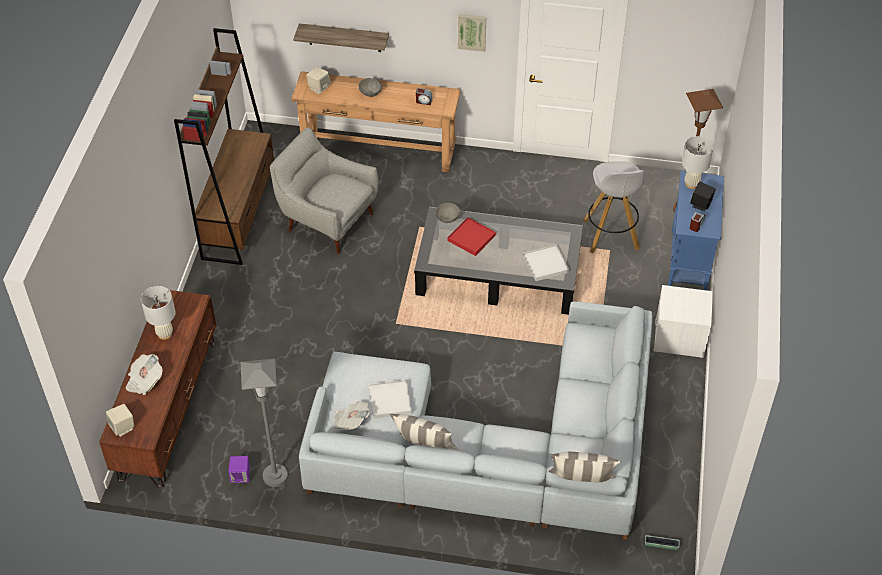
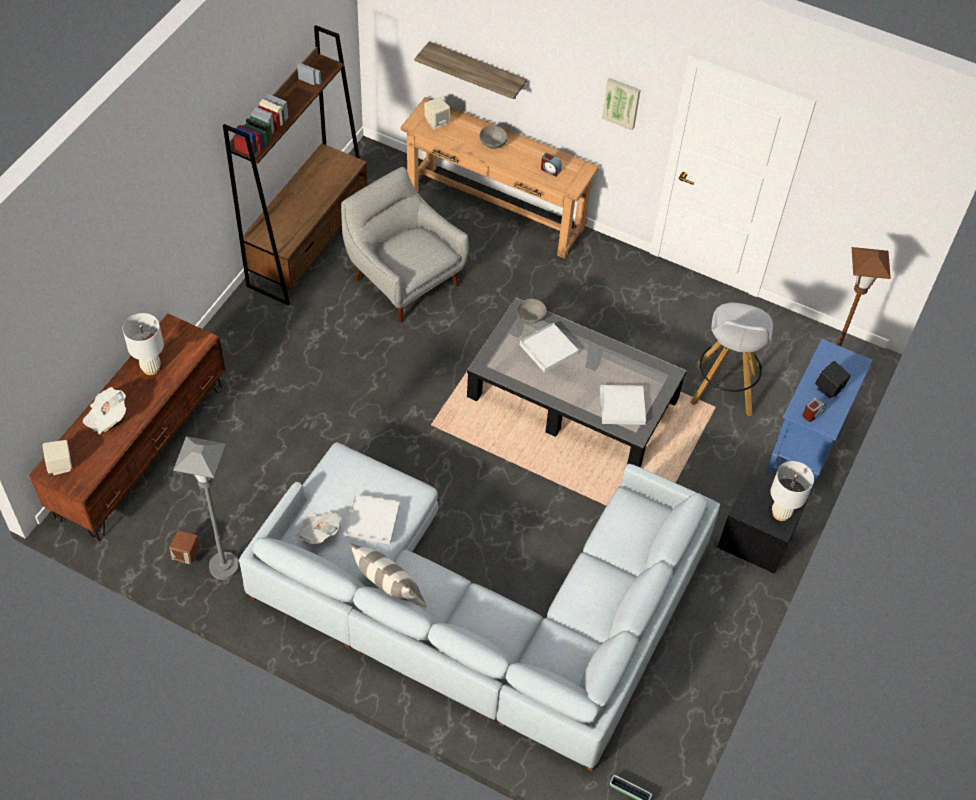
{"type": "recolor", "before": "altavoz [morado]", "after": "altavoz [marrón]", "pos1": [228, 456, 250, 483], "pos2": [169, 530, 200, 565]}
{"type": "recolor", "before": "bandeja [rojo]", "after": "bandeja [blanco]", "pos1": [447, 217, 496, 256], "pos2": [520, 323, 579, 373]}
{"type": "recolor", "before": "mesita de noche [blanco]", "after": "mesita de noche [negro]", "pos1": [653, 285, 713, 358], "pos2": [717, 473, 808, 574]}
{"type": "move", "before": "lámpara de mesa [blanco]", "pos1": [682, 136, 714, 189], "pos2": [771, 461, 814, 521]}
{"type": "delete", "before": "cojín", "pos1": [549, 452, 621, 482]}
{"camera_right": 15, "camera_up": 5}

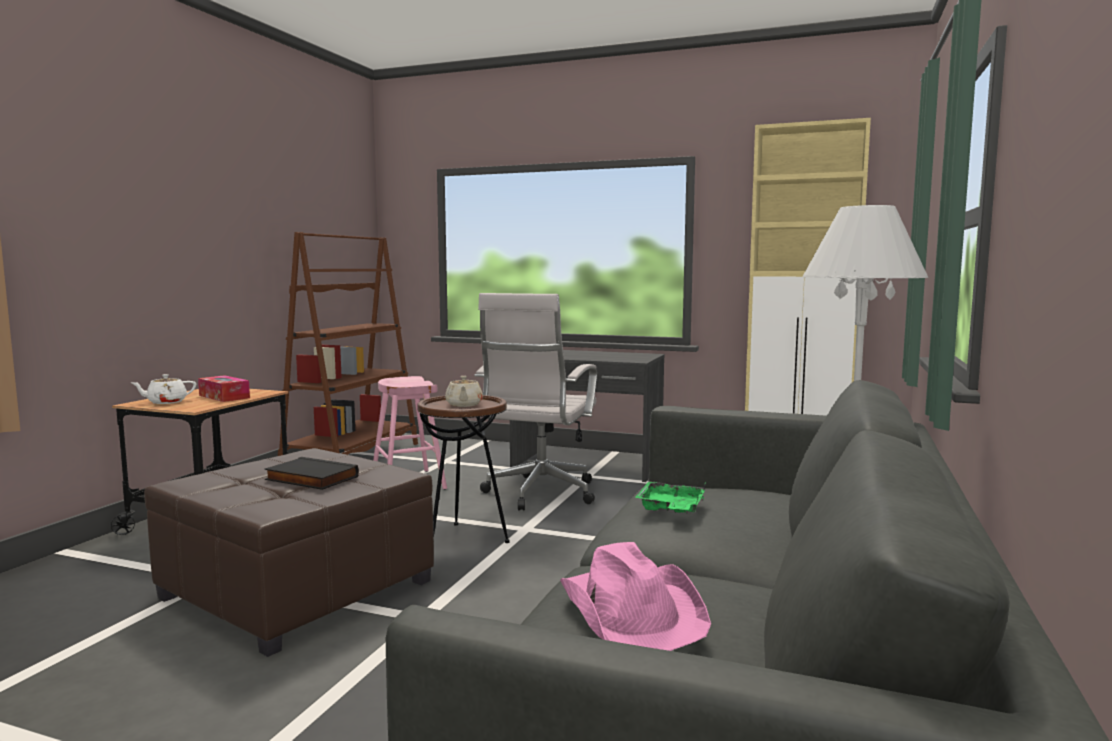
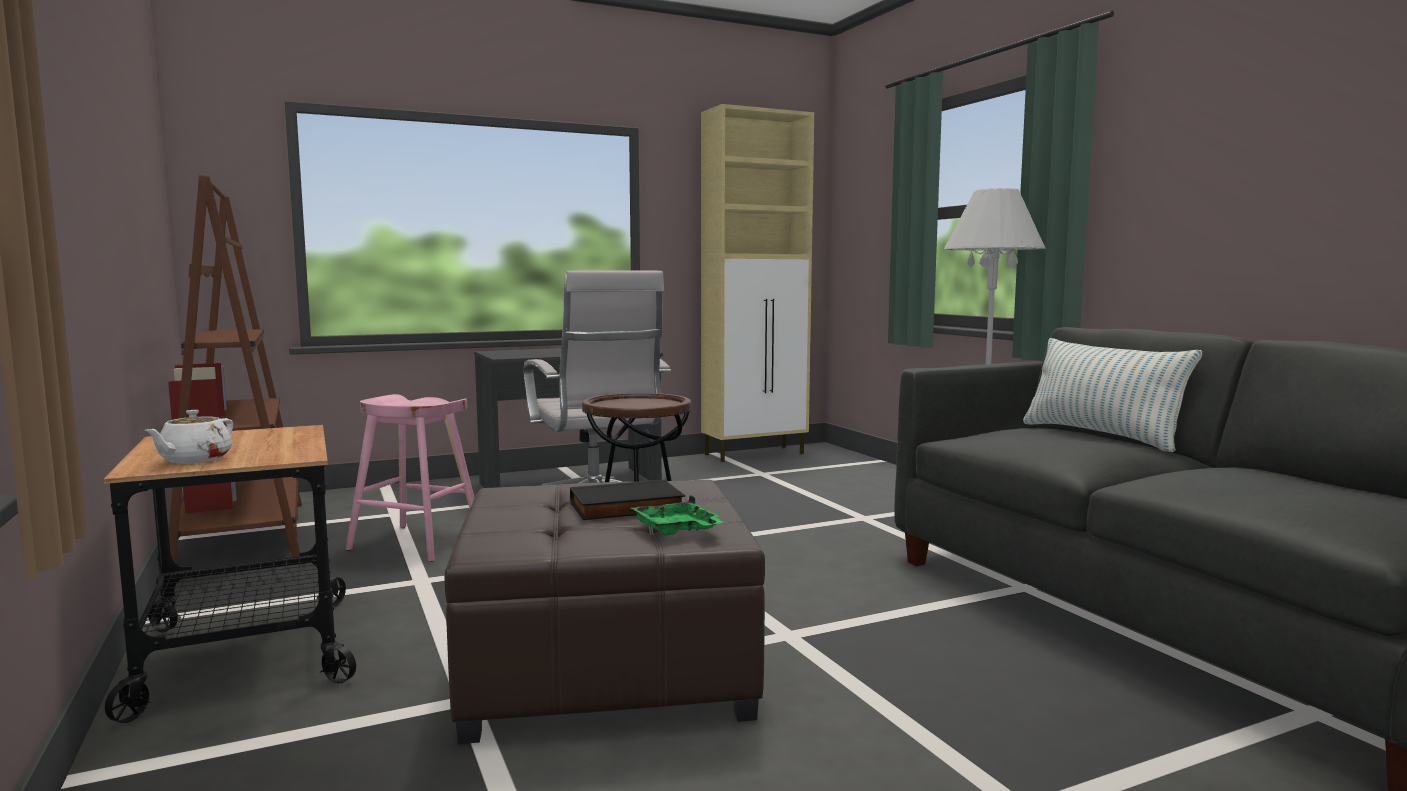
{"type": "move", "before": "bandeja [verde]", "pos1": [635, 481, 706, 513], "pos2": [631, 495, 724, 536]}
{"type": "insert", "after": "cojín", "pos2": [1023, 338, 1202, 452]}
{"type": "delete", "before": "caja de pañuelos", "pos1": [198, 375, 250, 402]}
{"type": "delete", "before": "tetera [beis]", "pos1": [445, 376, 483, 407]}
{"type": "delete", "before": "sombrero [rosa]", "pos1": [560, 542, 711, 651]}
{"camera_right": -45, "camera_up": 0}

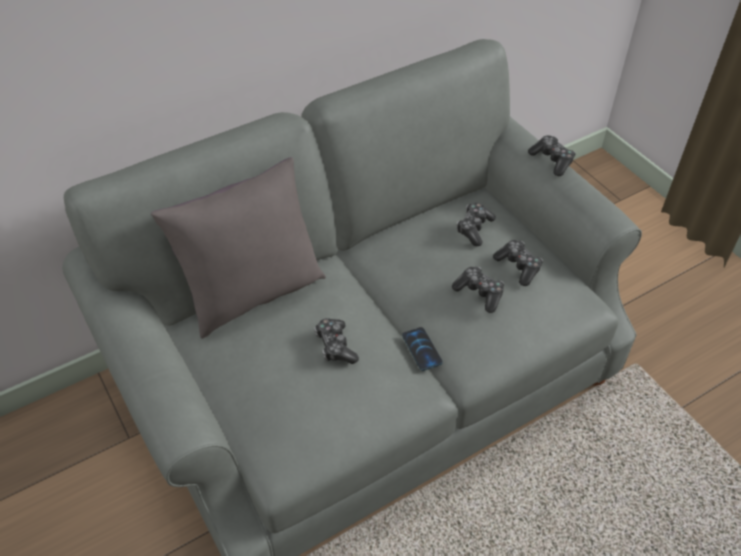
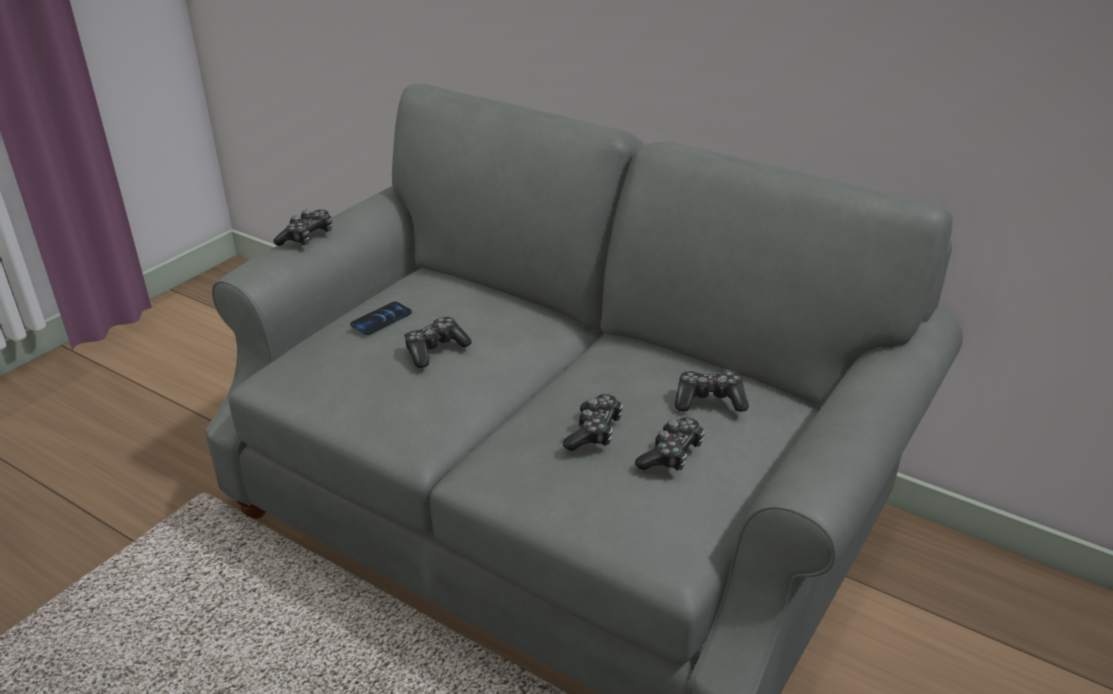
{"type": "move", "before": "mando de consola", "pos1": [528, 135, 576, 176], "pos2": [273, 210, 332, 246]}
{"type": "move", "before": "móvil", "pos1": [402, 327, 442, 371], "pos2": [350, 302, 412, 335]}
{"type": "delete", "before": "cojín [gris]", "pos1": [151, 157, 326, 338]}
{"camera_right": 65, "camera_up": -15}

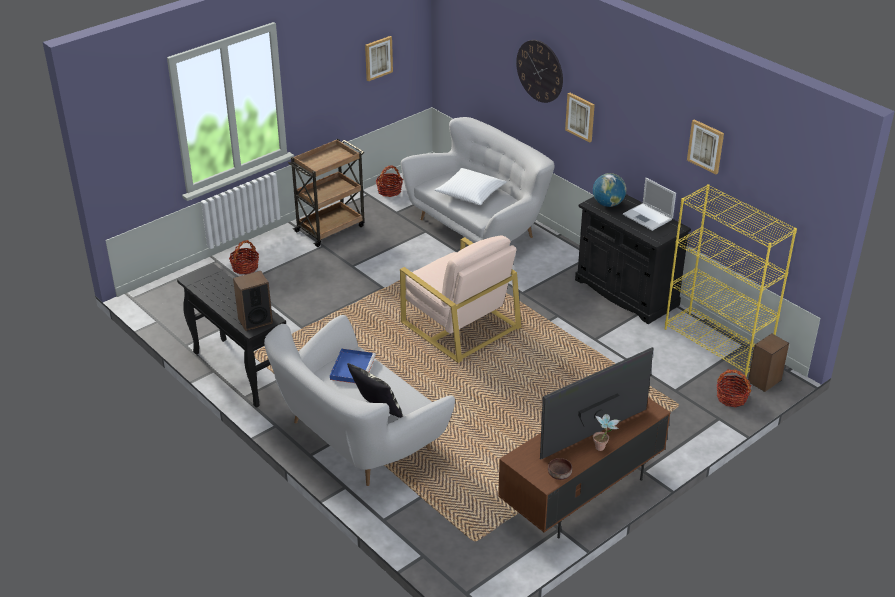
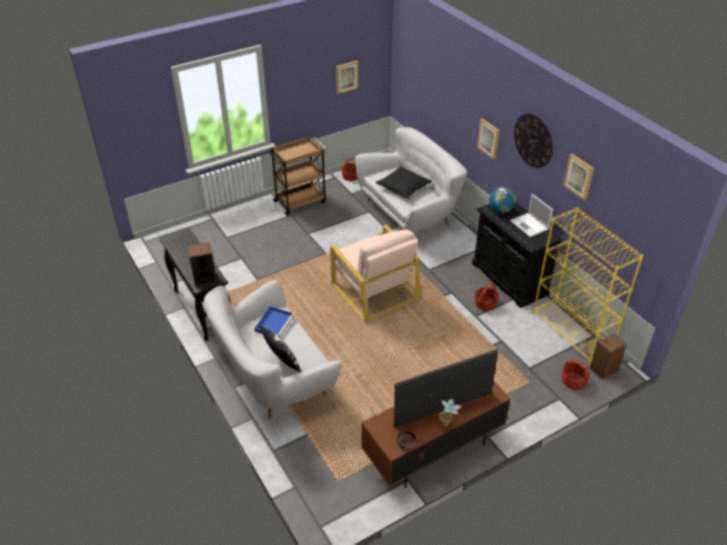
{"type": "recolor", "before": "cojín [blanco]", "after": "cojín [negro]", "pos1": [434, 168, 507, 205], "pos2": [375, 166, 432, 198]}
{"type": "move", "before": "cesta", "pos1": [229, 240, 259, 274], "pos2": [475, 283, 499, 311]}
{"type": "move", "before": "reloj de pared", "pos1": [516, 40, 563, 103], "pos2": [514, 113, 553, 168]}
{"camera_right": 10, "camera_up": 5}

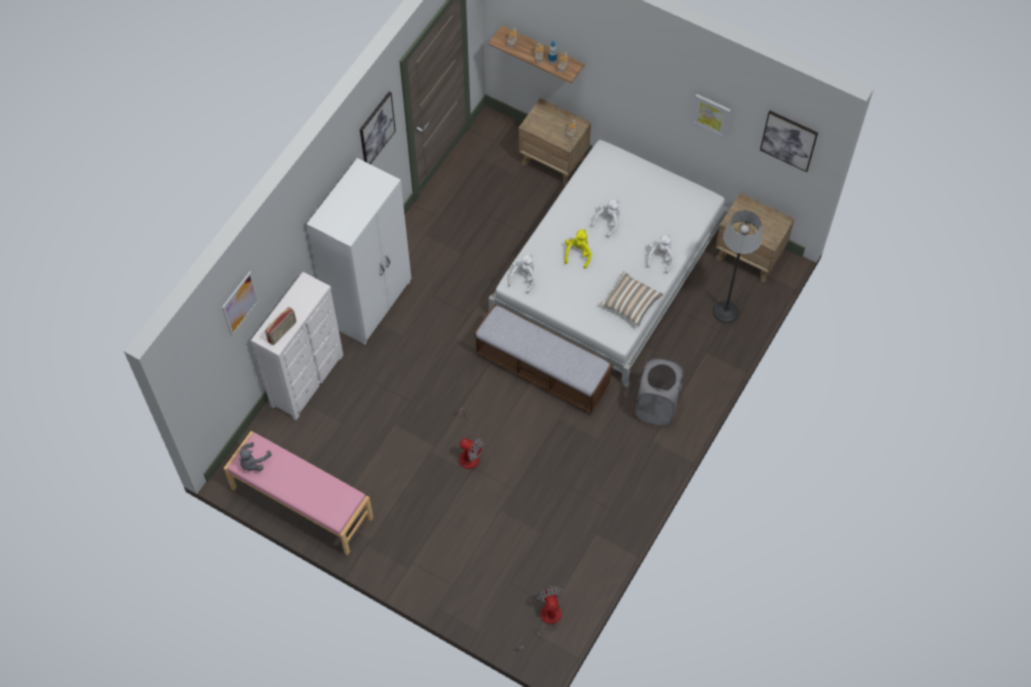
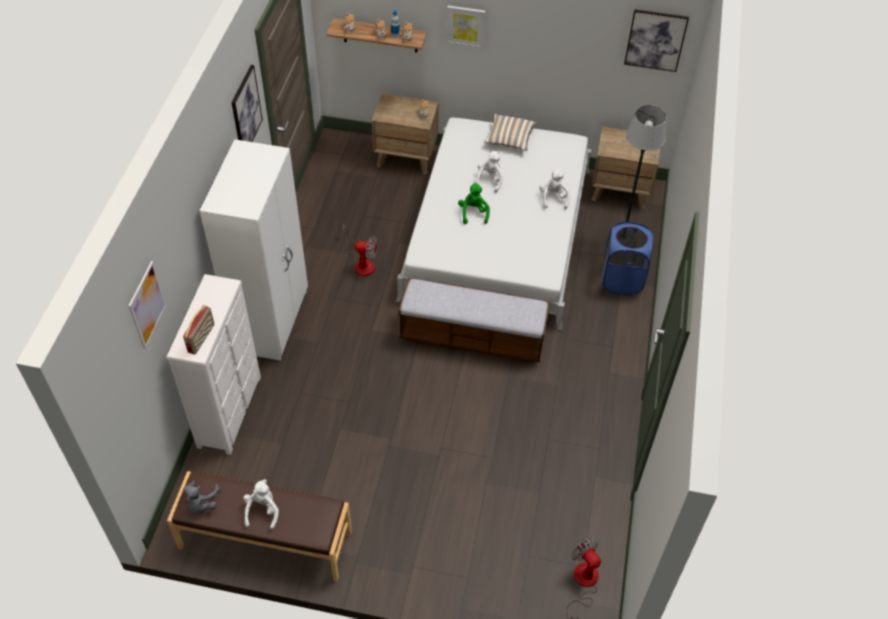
{"type": "recolor", "before": "banco [rosa]", "after": "banco [marrón]", "pos1": [223, 431, 373, 556], "pos2": [167, 471, 352, 582]}
{"type": "move", "before": "peluche [blanco]", "pos1": [508, 254, 536, 294], "pos2": [243, 479, 279, 530]}
{"type": "move", "before": "ventilador", "pos1": [456, 407, 484, 469], "pos2": [343, 224, 377, 276]}
{"type": "move", "before": "cuadro", "pos1": [691, 94, 731, 138], "pos2": [446, 5, 485, 49]}
{"type": "recolor", "before": "peluche [amarillo]", "after": "peluche [verde]", "pos1": [564, 229, 592, 269], "pos2": [458, 183, 490, 224]}
{"type": "move", "before": "cojín", "pos1": [600, 271, 664, 326], "pos2": [485, 114, 537, 151]}
{"type": "insert", "after": "cesto de la ropa [azul]", "pos2": [602, 222, 653, 295]}
{"type": "delete", "before": "cesto de la ropa [gris]", "pos1": [635, 358, 684, 426]}
{"camera_right": -20, "camera_up": -10}

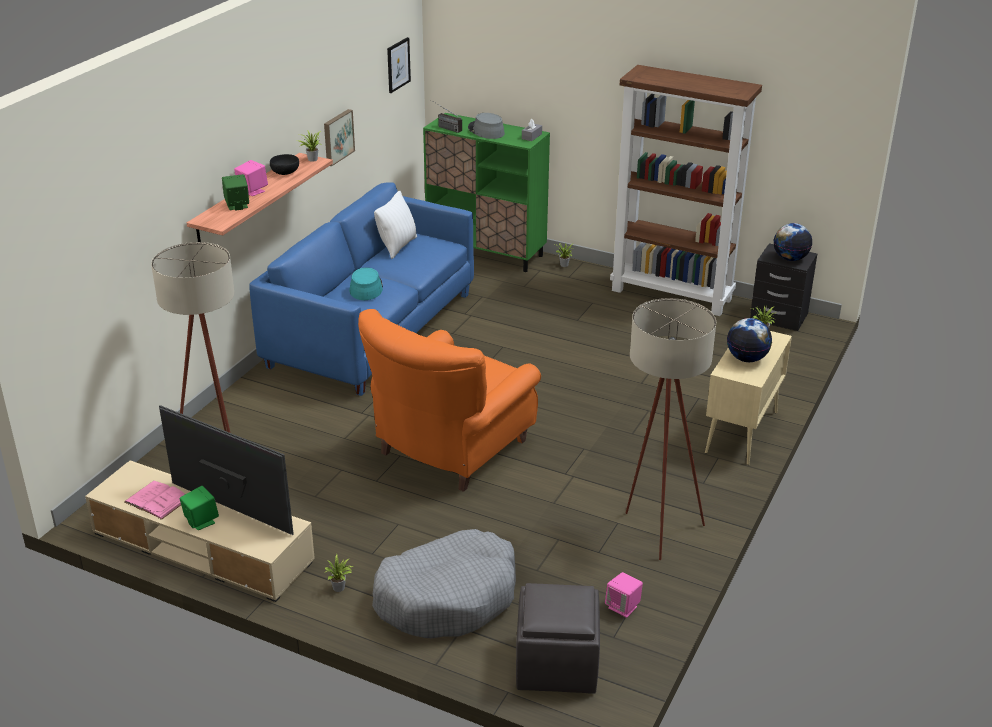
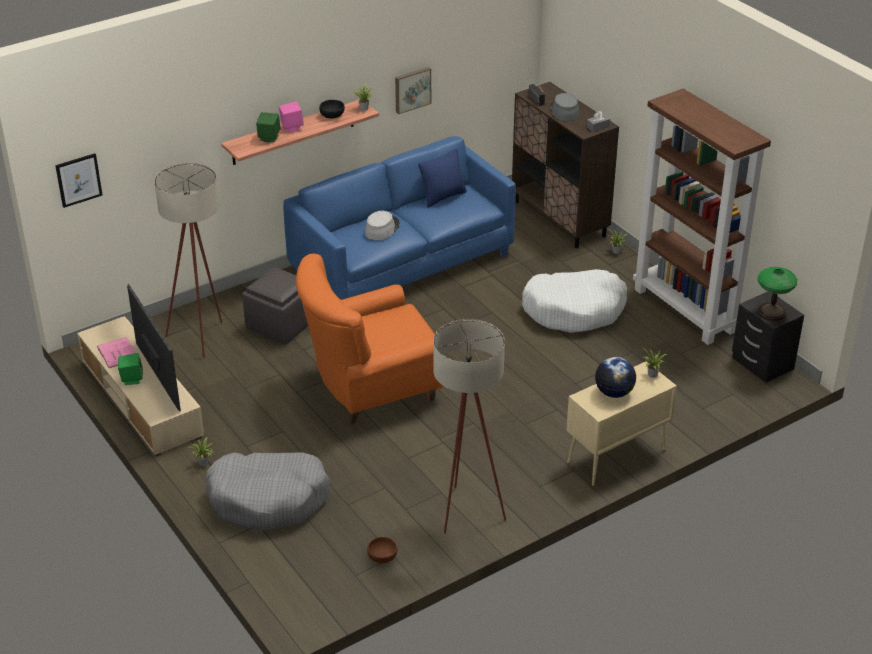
{"type": "move", "before": "cuadro", "pos1": [387, 37, 411, 93], "pos2": [55, 153, 103, 208]}
{"type": "move", "before": "puf [gris]", "pos1": [516, 583, 600, 694], "pos2": [242, 267, 308, 345]}
{"type": "recolor", "before": "sombrero [turquesa]", "after": "sombrero [gris]", "pos1": [349, 267, 383, 300], "pos2": [365, 211, 400, 240]}
{"type": "replace", "before": "altavoz [rosa]", "after": "cuenco [marrón]", "pos1": [605, 572, 643, 618], "pos2": [367, 537, 397, 563]}
{"type": "recolor", "before": "cojín [blanco]", "after": "cojín [azul]", "pos1": [374, 191, 417, 259], "pos2": [418, 148, 467, 208]}
{"type": "recolor", "before": "armario [verde]", "after": "armario [marrón]", "pos1": [423, 113, 550, 272], "pos2": [512, 82, 619, 248]}
{"type": "insert", "after": "cama para perro [blanco]", "pos2": [522, 269, 627, 333]}
{"type": "replace", "before": "globo terráqueo", "after": "lámpara de mesa", "pos1": [774, 223, 812, 261], "pos2": [758, 267, 797, 321]}
{"camera_right": 30, "camera_up": 5}

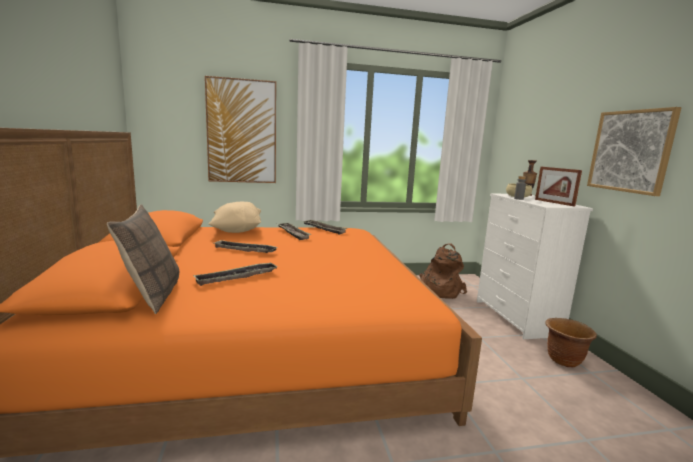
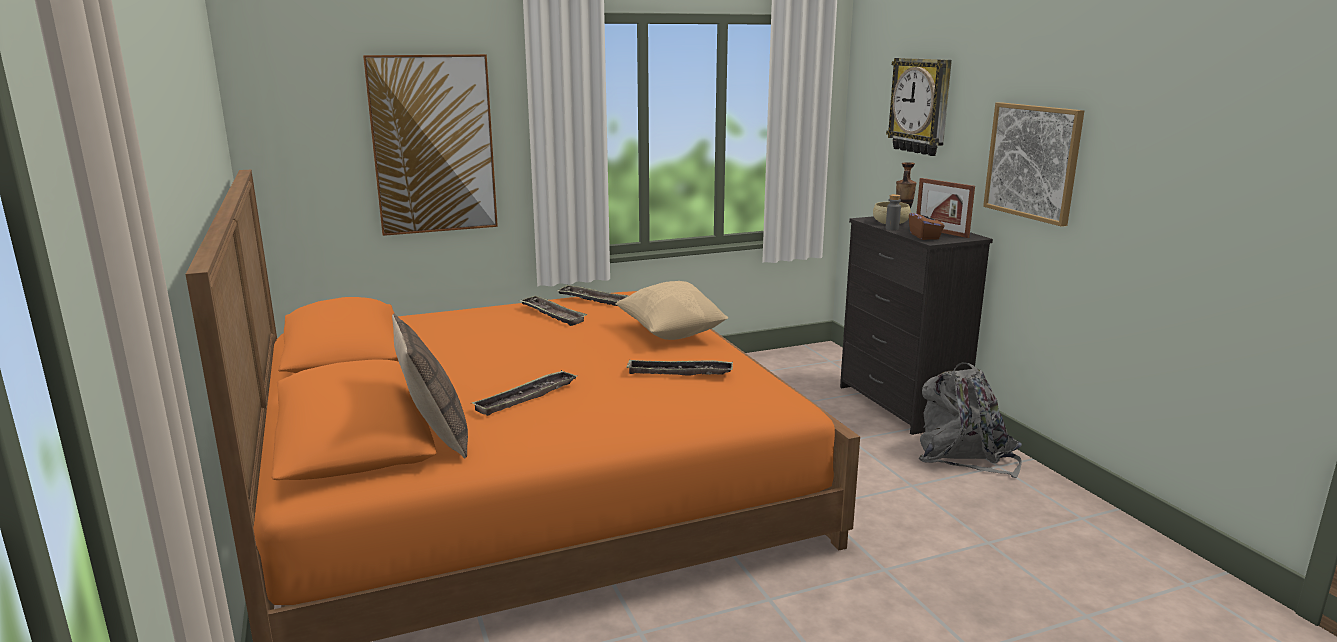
{"type": "move", "before": "cojín [beis]", "pos1": [208, 202, 261, 233], "pos2": [616, 281, 728, 340]}
{"type": "move", "before": "bandeja", "pos1": [214, 240, 278, 253], "pos2": [626, 359, 733, 376]}
{"type": "recolor", "before": "cómoda [blanco]", "after": "cómoda [negro]", "pos1": [477, 193, 593, 339], "pos2": [840, 216, 993, 435]}
{"type": "insert", "after": "reloj de pared", "pos2": [886, 58, 952, 156]}
{"type": "insert", "after": "caja de pañuelos [marrón]", "pos2": [909, 206, 945, 240]}
{"type": "replace", "before": "maceta [marrón]", "after": "mochila [gris]", "pos1": [545, 318, 597, 368], "pos2": [919, 362, 1022, 478]}
{"type": "delete", "before": "mochila [marrón]", "pos1": [419, 243, 467, 299]}
{"camera_right": -10, "camera_up": 5}

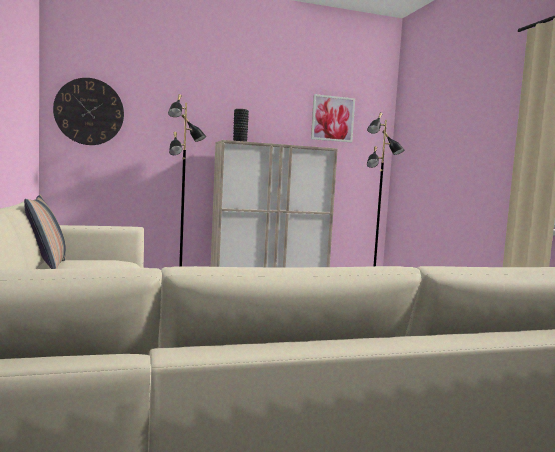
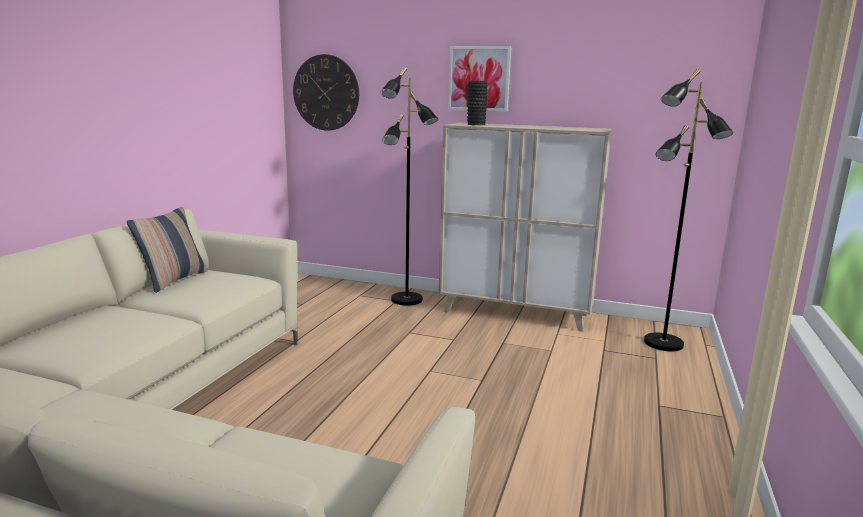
{"type": "move", "before": "cuadro", "pos1": [311, 94, 355, 142], "pos2": [448, 46, 511, 112]}
{"camera_right": 35, "camera_up": 10}

